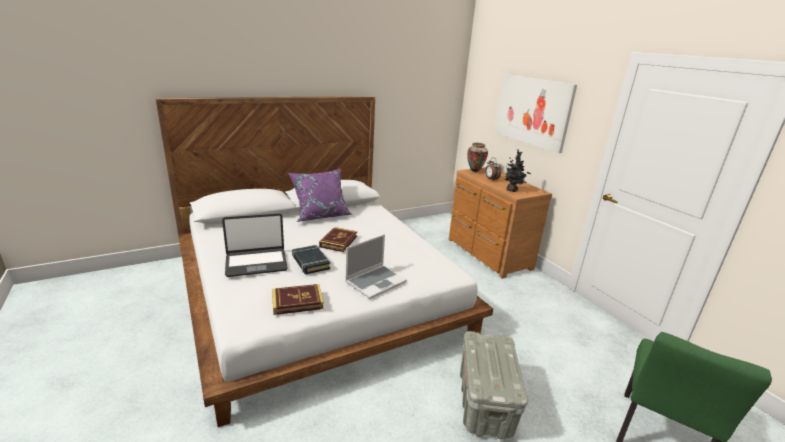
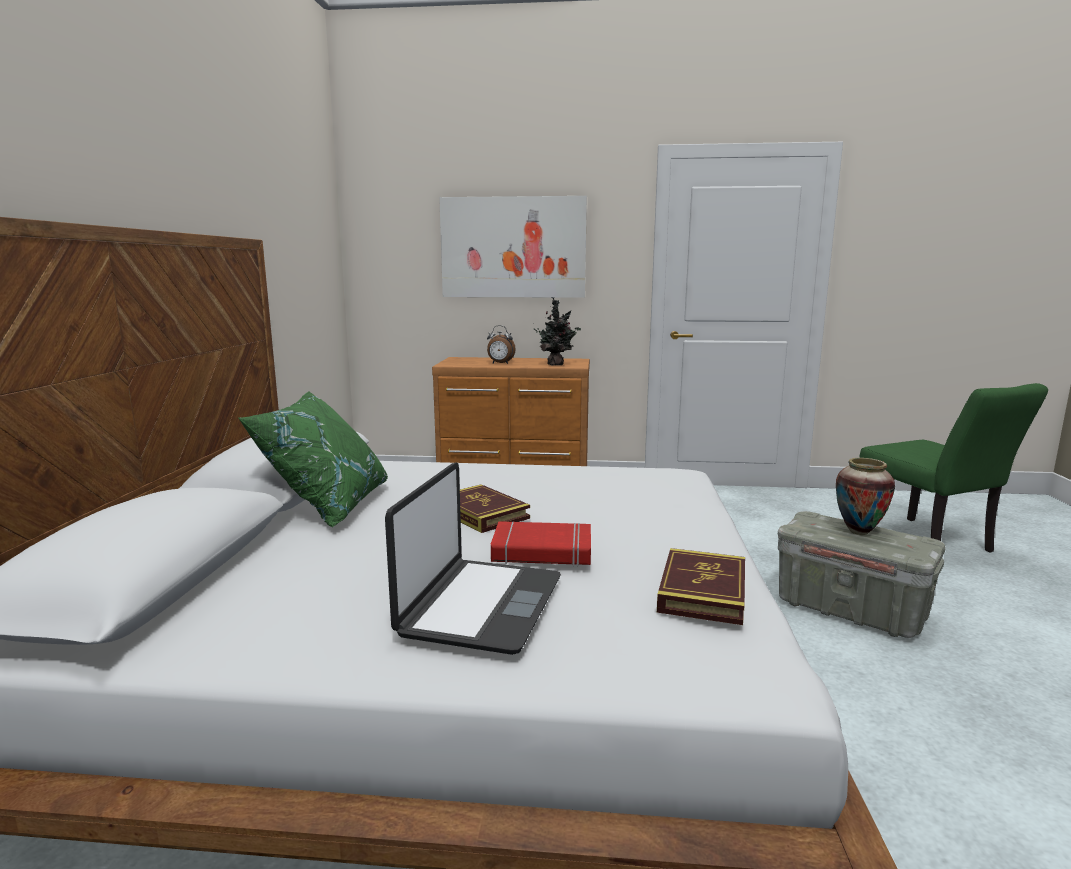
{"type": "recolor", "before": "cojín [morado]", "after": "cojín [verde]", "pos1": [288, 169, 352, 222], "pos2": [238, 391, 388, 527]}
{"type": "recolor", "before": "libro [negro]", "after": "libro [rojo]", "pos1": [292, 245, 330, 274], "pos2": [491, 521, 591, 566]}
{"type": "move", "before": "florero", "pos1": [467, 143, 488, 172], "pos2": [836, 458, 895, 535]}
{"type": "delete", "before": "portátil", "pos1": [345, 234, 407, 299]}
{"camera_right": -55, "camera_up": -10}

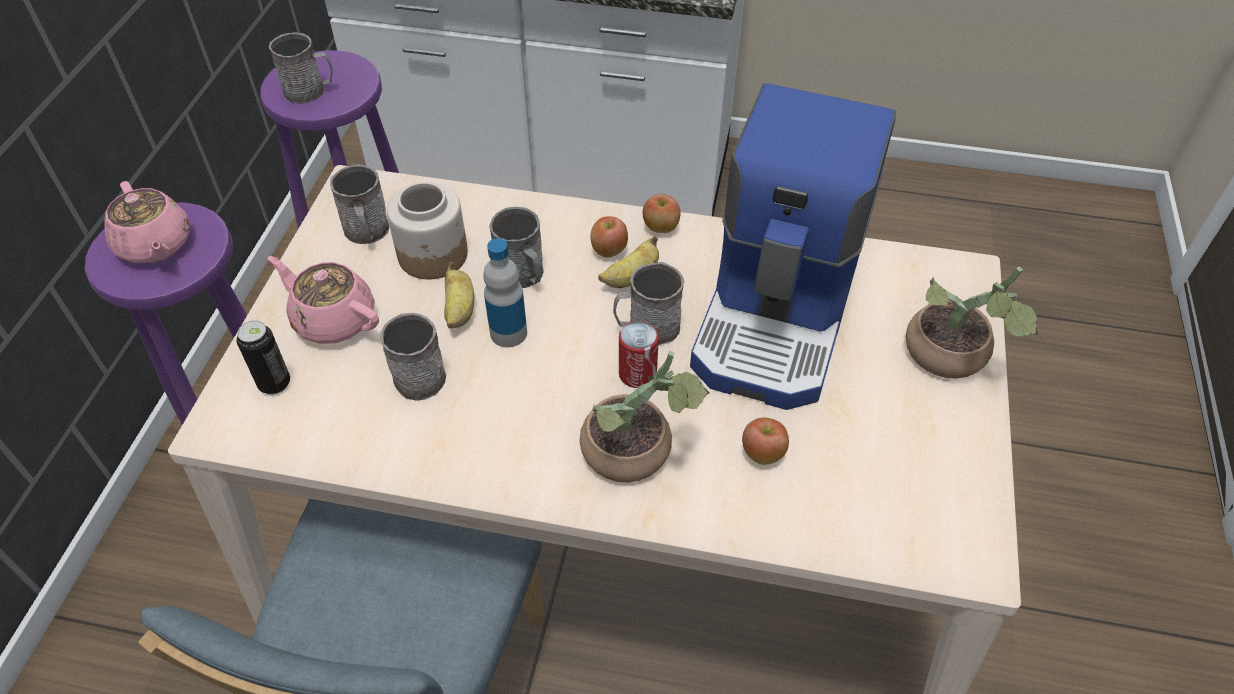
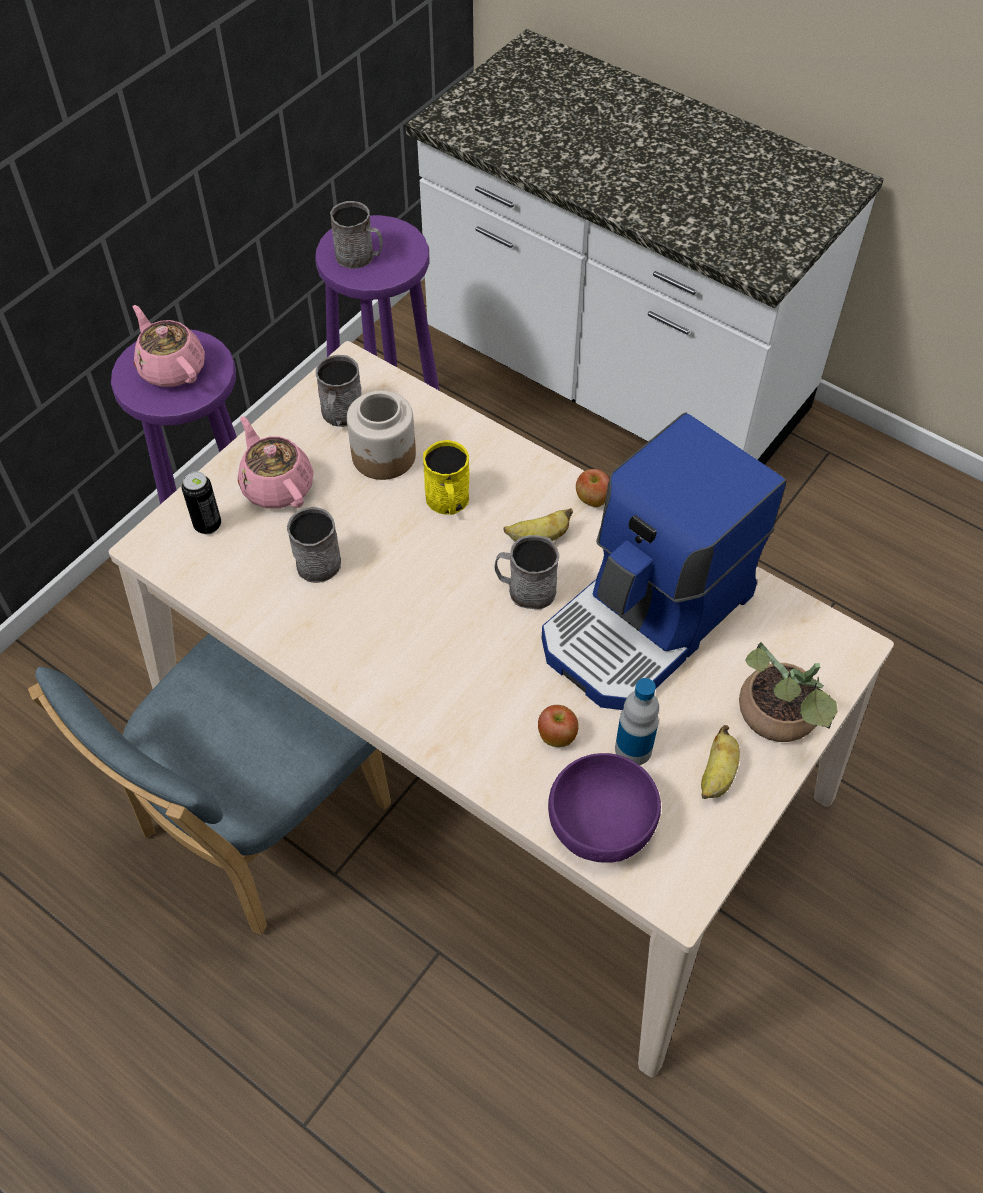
{"type": "rotate", "before": "tetera [rosa]", "pos1": [104, 181, 190, 263], "pos2": [133, 305, 205, 387], "turn": 150}
{"type": "recolor", "before": "taza grande [gris]", "after": "taza grande [amarillo]", "pos1": [489, 207, 544, 288], "pos2": [423, 440, 469, 515]}
{"type": "insert", "after": "cuenco [morado]", "pos2": [548, 753, 661, 863]}
{"type": "move", "before": "botella", "pos1": [483, 238, 527, 347], "pos2": [615, 678, 659, 765]}
{"type": "move", "before": "plátano", "pos1": [444, 262, 474, 328], "pos2": [701, 725, 740, 799]}
{"type": "delete", "before": "planta en maceta", "pos1": [580, 351, 710, 483]}
{"type": "delete", "before": "manzana", "pos1": [591, 216, 628, 258]}
{"type": "delete", "before": "lata", "pos1": [619, 321, 659, 388]}
{"camera_right": 25, "camera_up": 5}

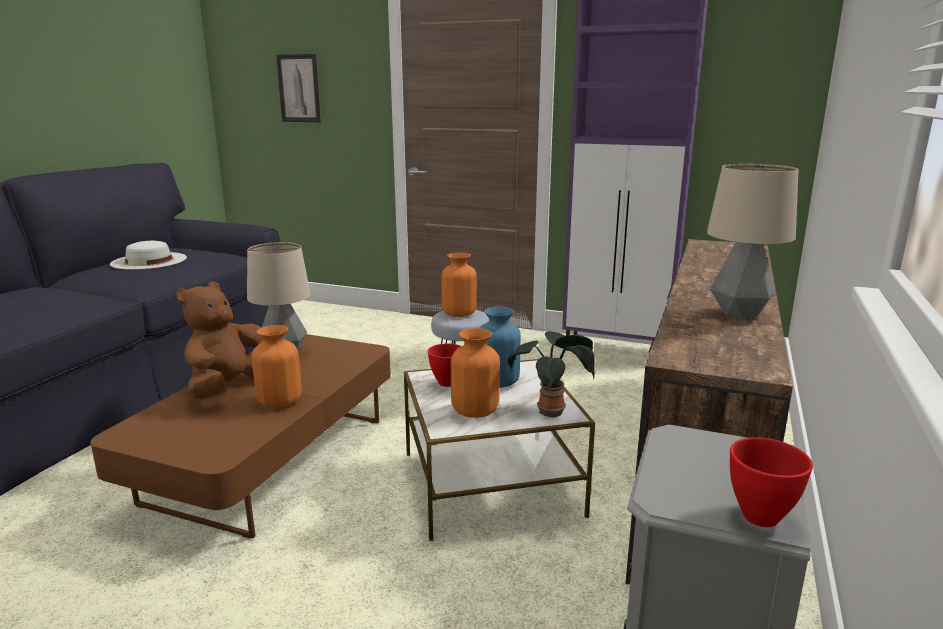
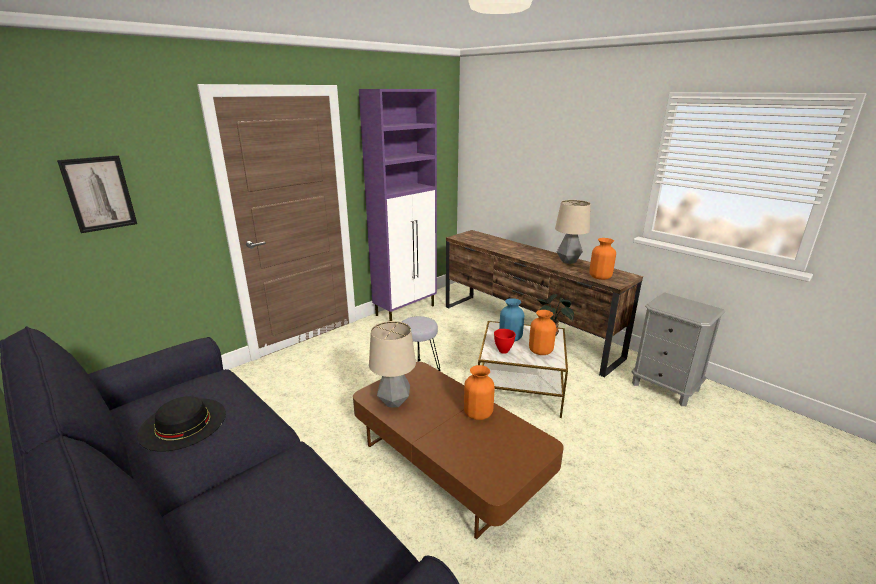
{"type": "recolor", "before": "sombrero [blanco]", "after": "sombrero [negro]", "pos1": [110, 241, 187, 270], "pos2": [137, 396, 226, 452]}
{"type": "move", "before": "florero [naranja]", "pos1": [442, 253, 477, 317], "pos2": [589, 238, 616, 280]}
{"type": "delete", "before": "peluche [marrón]", "pos1": [176, 282, 263, 399]}
{"type": "delete", "before": "cuenco [rojo]", "pos1": [730, 437, 813, 527]}
{"camera_right": -65, "camera_up": 5}

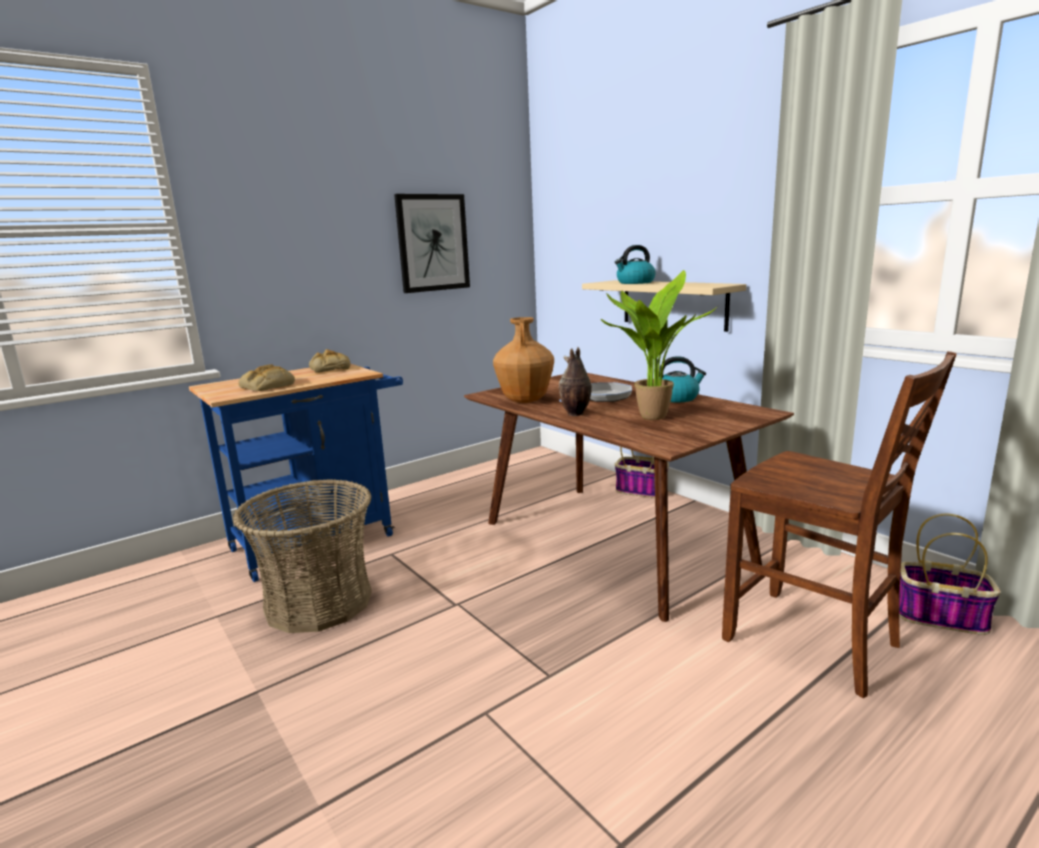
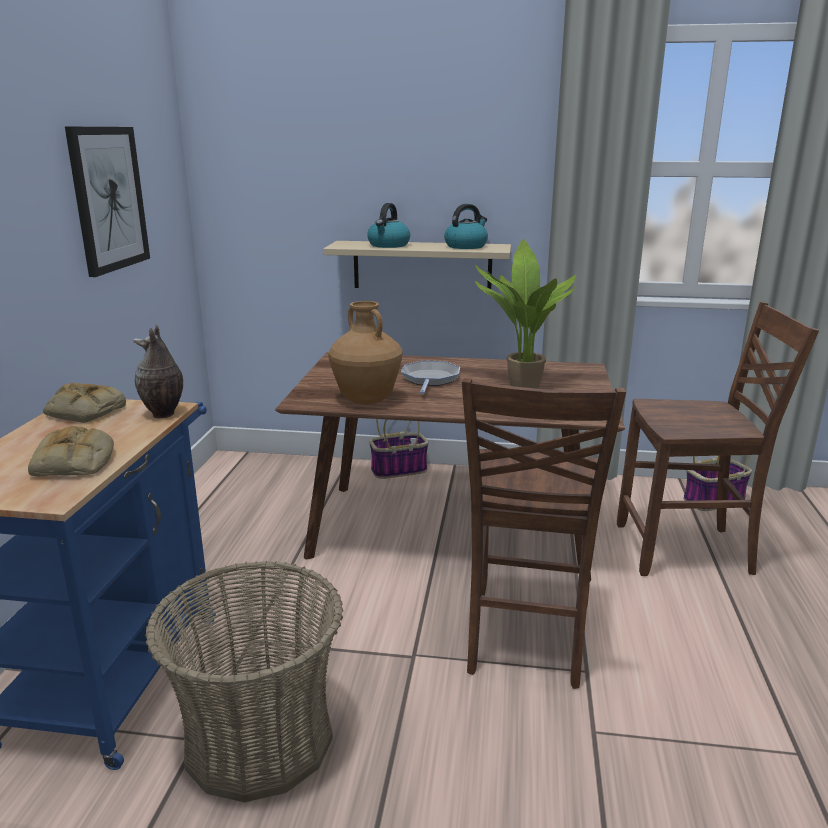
{"type": "move", "before": "florero", "pos1": [559, 347, 592, 416], "pos2": [133, 324, 183, 418]}
{"type": "move", "before": "hervidor", "pos1": [659, 356, 706, 403], "pos2": [444, 204, 488, 249]}
{"type": "insert", "after": "silla [marrón]", "pos2": [462, 378, 626, 689]}
{"camera_right": -45, "camera_up": 5}

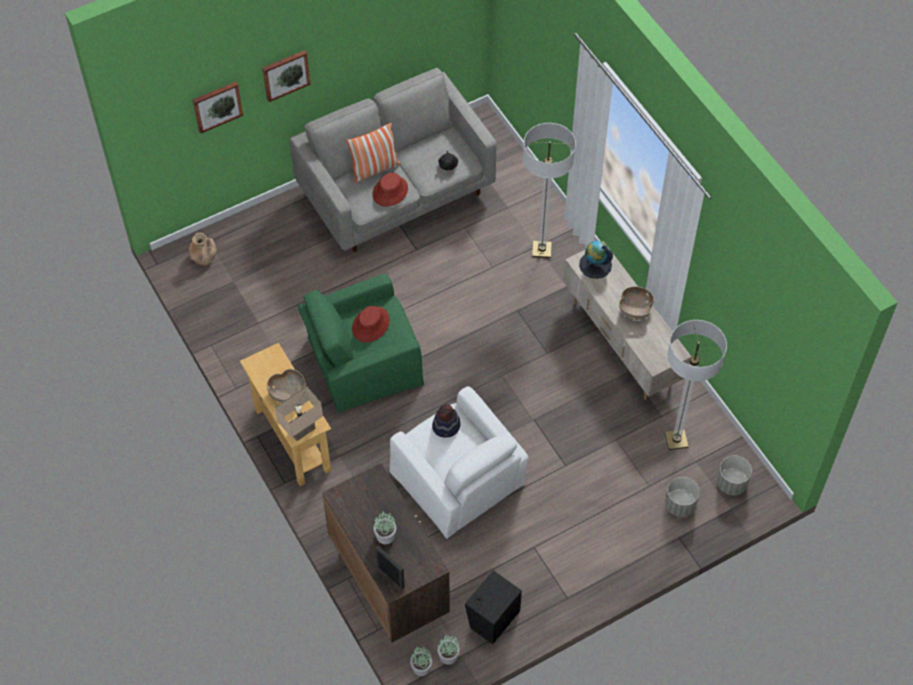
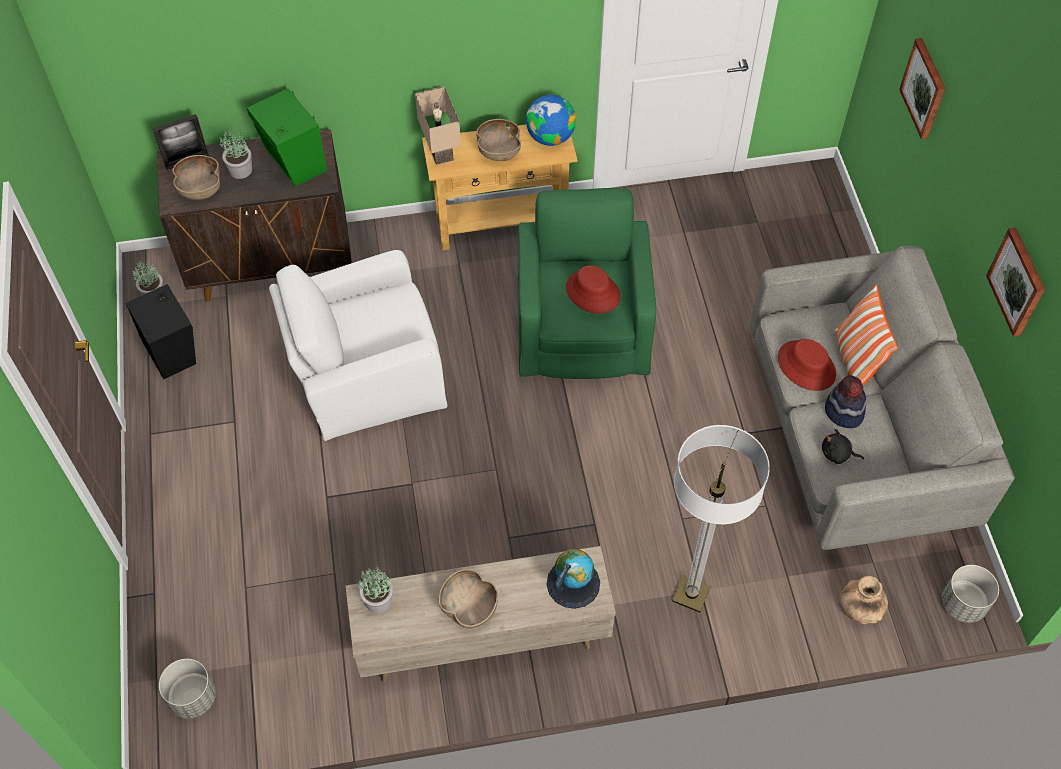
{"type": "insert", "after": "cuenco [marrón]", "pos2": [172, 155, 220, 200]}
{"type": "insert", "after": "altavoz [verde]", "pos2": [247, 88, 327, 187]}
{"type": "move", "before": "planta en maceta", "pos1": [410, 647, 433, 676], "pos2": [358, 567, 393, 613]}
{"type": "insert", "after": "globo terráqueo", "pos2": [526, 95, 576, 146]}
{"type": "move", "before": "sombrero", "pos1": [432, 404, 461, 438], "pos2": [825, 375, 866, 428]}
{"type": "move", "before": "florero [marrón]", "pos1": [189, 232, 217, 266], "pos2": [839, 576, 888, 624]}
{"type": "move", "before": "maceta [gris]", "pos1": [665, 477, 700, 517], "pos2": [942, 565, 999, 623]}
{"type": "move", "before": "cuadro", "pos1": [262, 50, 311, 102], "pos2": [986, 227, 1045, 337]}
{"type": "delete", "before": "lámpara de pie", "pos1": [665, 320, 727, 450]}
{"camera_right": 110, "camera_up": 0}

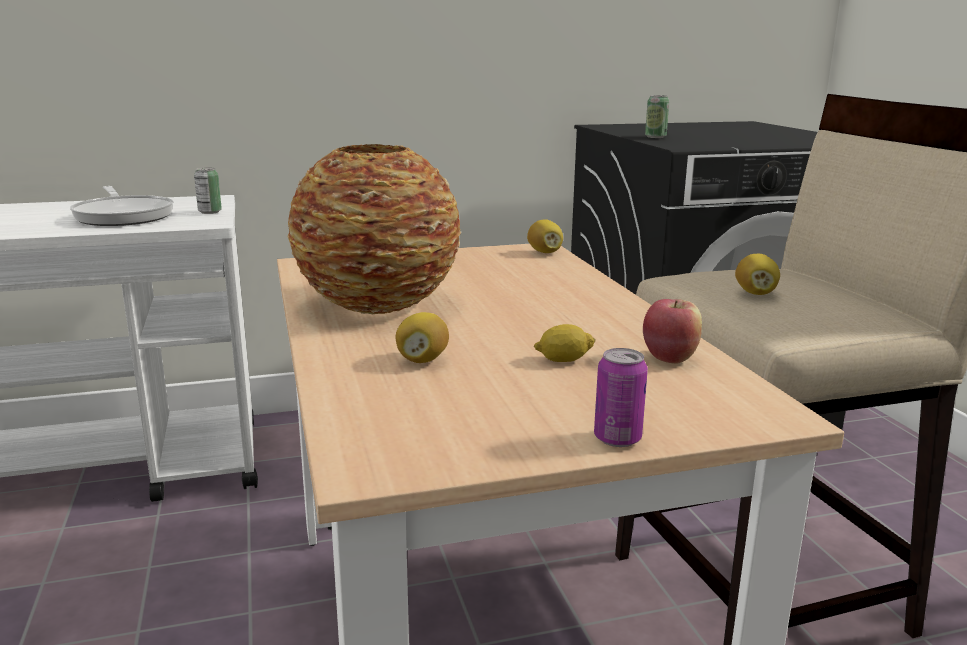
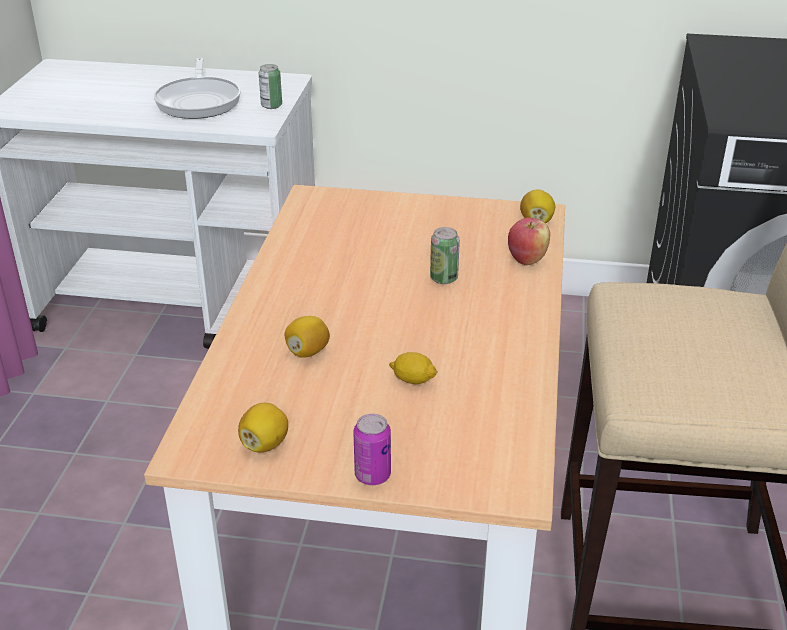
{"type": "move", "before": "limón", "pos1": [735, 254, 780, 295], "pos2": [238, 403, 288, 453]}
{"type": "move", "before": "lata", "pos1": [645, 95, 669, 138], "pos2": [430, 227, 460, 284]}
{"type": "move", "before": "manzana", "pos1": [643, 299, 702, 364], "pos2": [508, 217, 550, 265]}
{"type": "delete", "before": "florero", "pos1": [288, 144, 461, 314]}
{"camera_right": 25, "camera_up": 15}

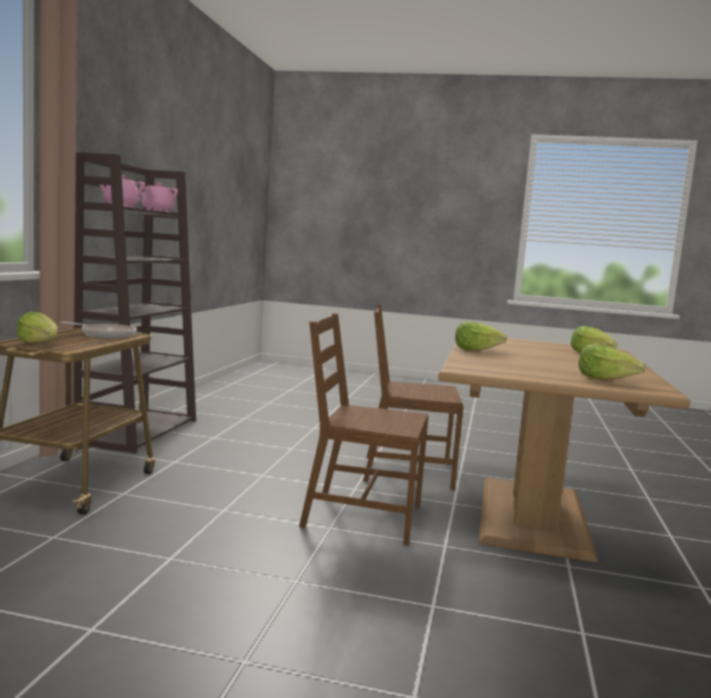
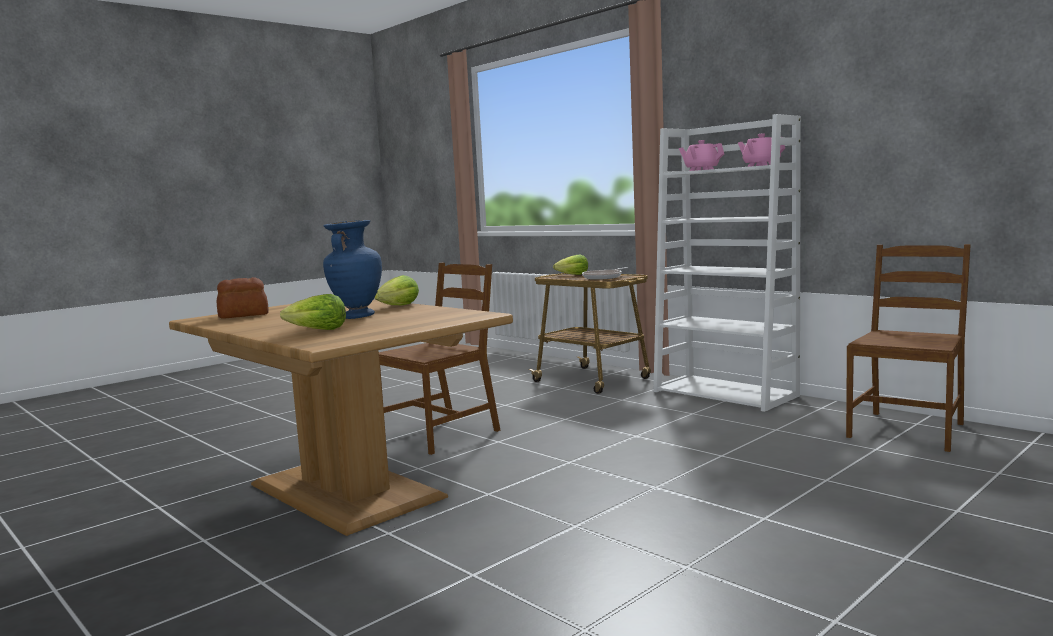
{"type": "replace", "before": "lechuga", "after": "pan", "pos1": [579, 344, 646, 380], "pos2": [217, 277, 269, 319]}
{"type": "insert", "after": "florero [azul]", "pos2": [323, 220, 382, 319]}
{"type": "recolor", "before": "estantería [marrón]", "after": "estantería [blanco]", "pos1": [74, 152, 196, 453], "pos2": [653, 114, 801, 412]}
{"type": "move", "before": "silla [marrón]", "pos1": [363, 305, 464, 491], "pos2": [846, 244, 971, 452]}
{"camera_right": 125, "camera_up": 0}

